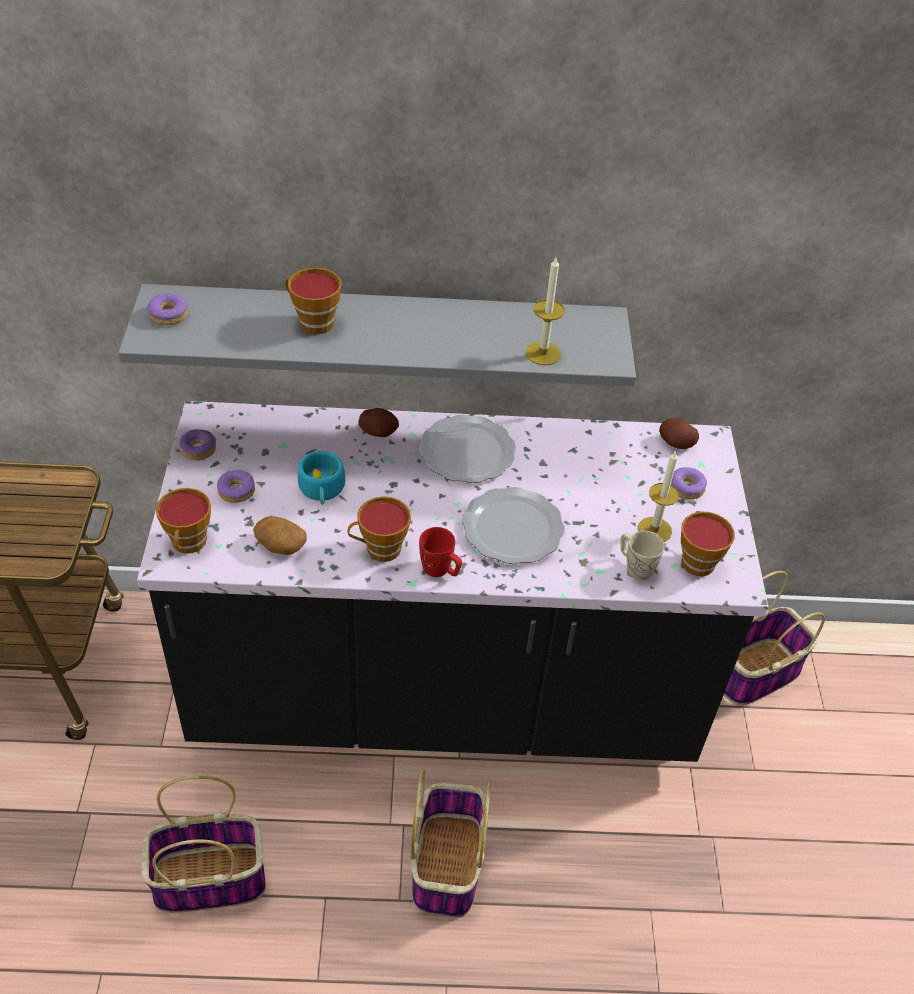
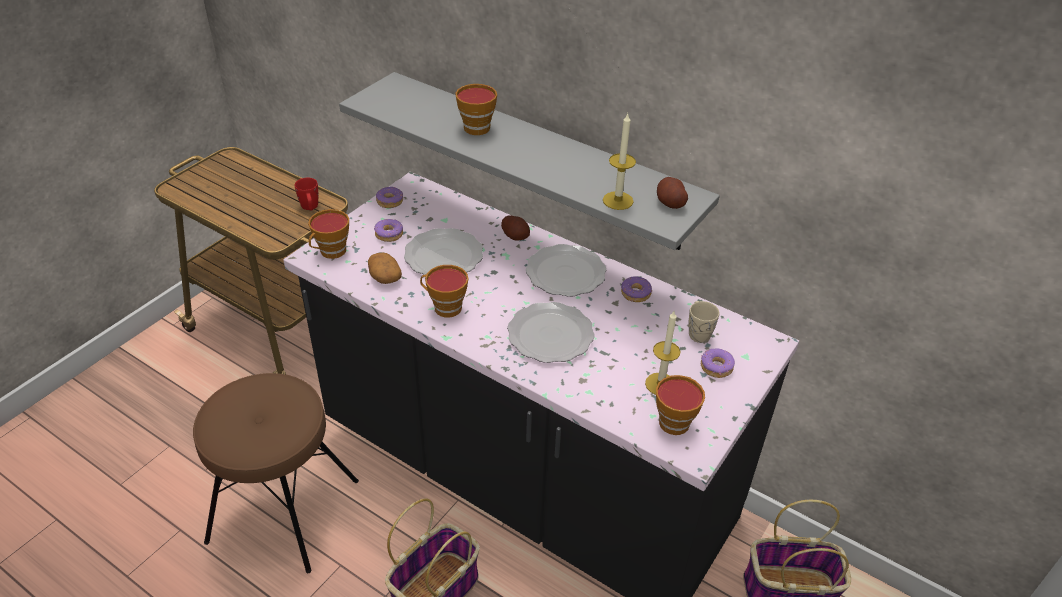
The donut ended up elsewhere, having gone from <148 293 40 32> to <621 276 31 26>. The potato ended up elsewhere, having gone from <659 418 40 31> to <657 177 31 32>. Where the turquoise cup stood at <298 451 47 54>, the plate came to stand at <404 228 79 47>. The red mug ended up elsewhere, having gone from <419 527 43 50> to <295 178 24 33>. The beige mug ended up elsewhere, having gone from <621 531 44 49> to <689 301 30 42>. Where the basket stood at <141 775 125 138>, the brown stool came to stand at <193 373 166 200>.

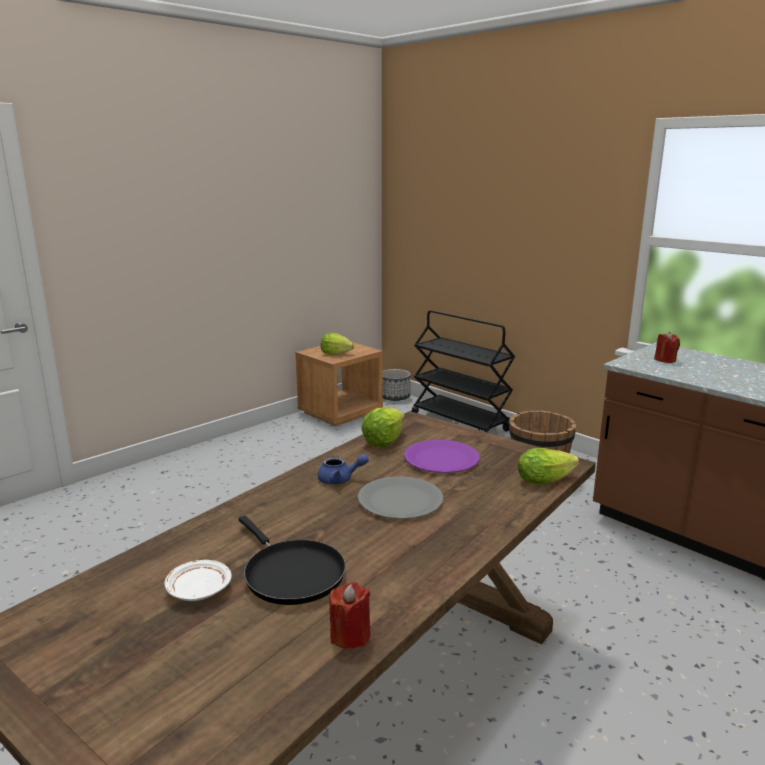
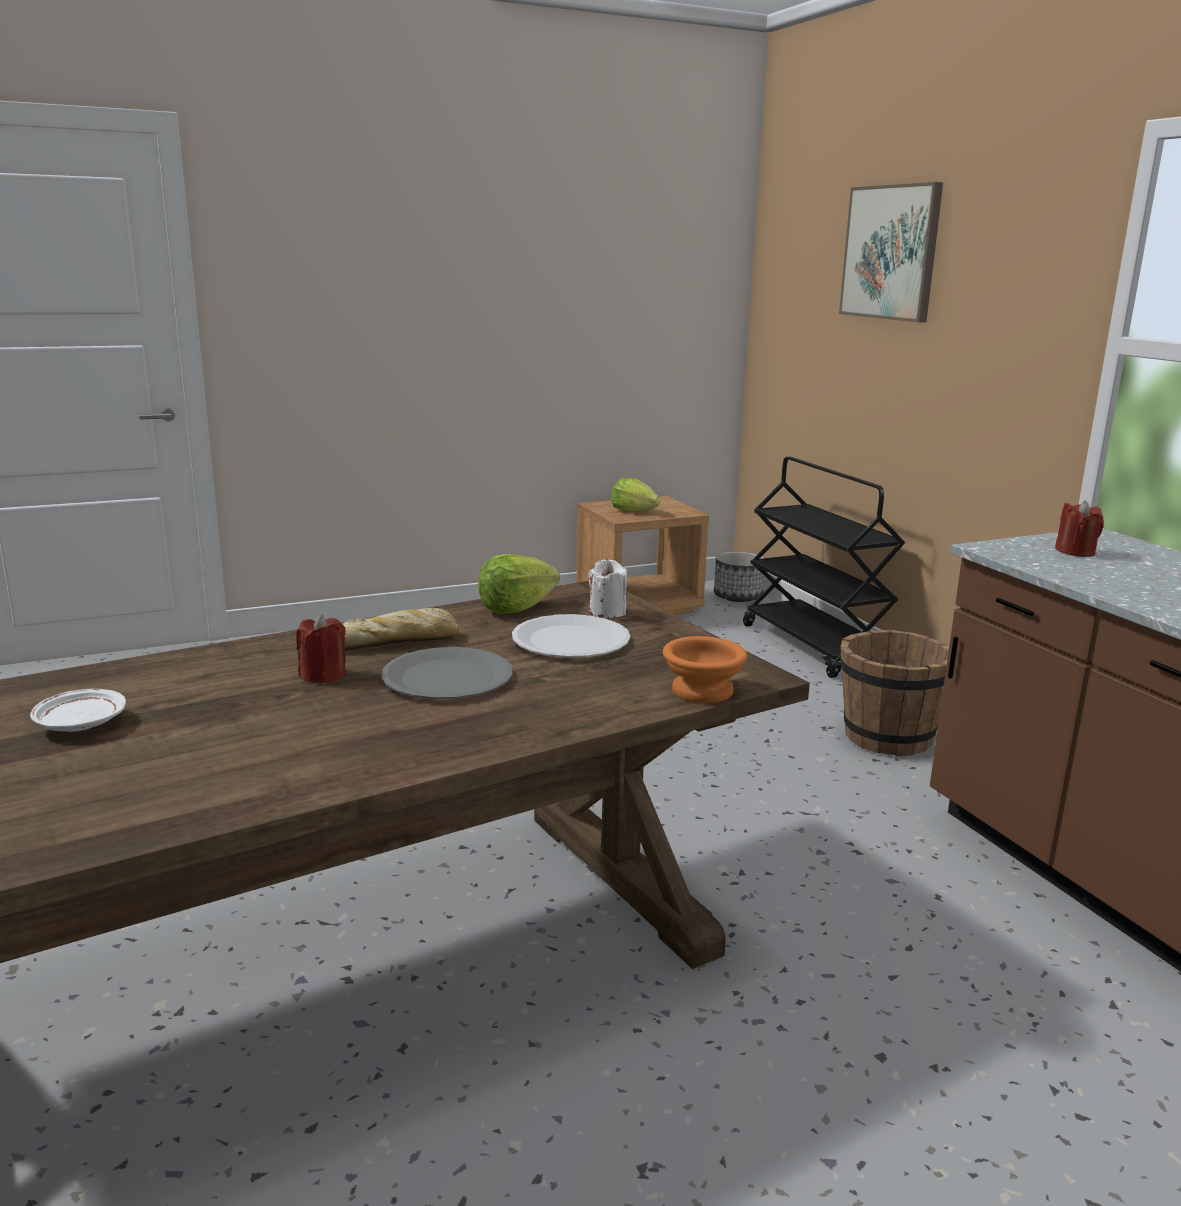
What was the purple plate at <404 440 75 33> turned into the white plate at <512 614 118 44>. Where the lettuce stood at <518 448 61 36>, the orange bowl came to stand at <663 636 84 67>. Where the blue teapot stood at <318 454 51 31>, the bread came to stand at <342 608 117 42>. The second view lost the black frying pan at <239 516 107 89>. The red candle ended up elsewhere, having gone from <329 582 41 67> to <296 614 50 69>. The second view gained the picture at <839 182 104 140>. The second view gained the white candle at <589 559 38 59>.

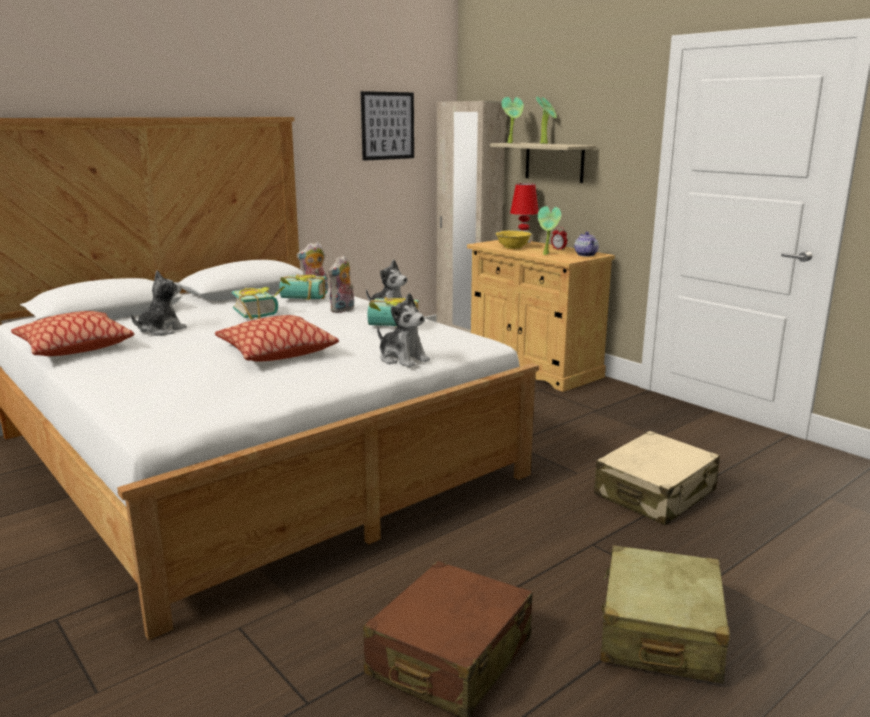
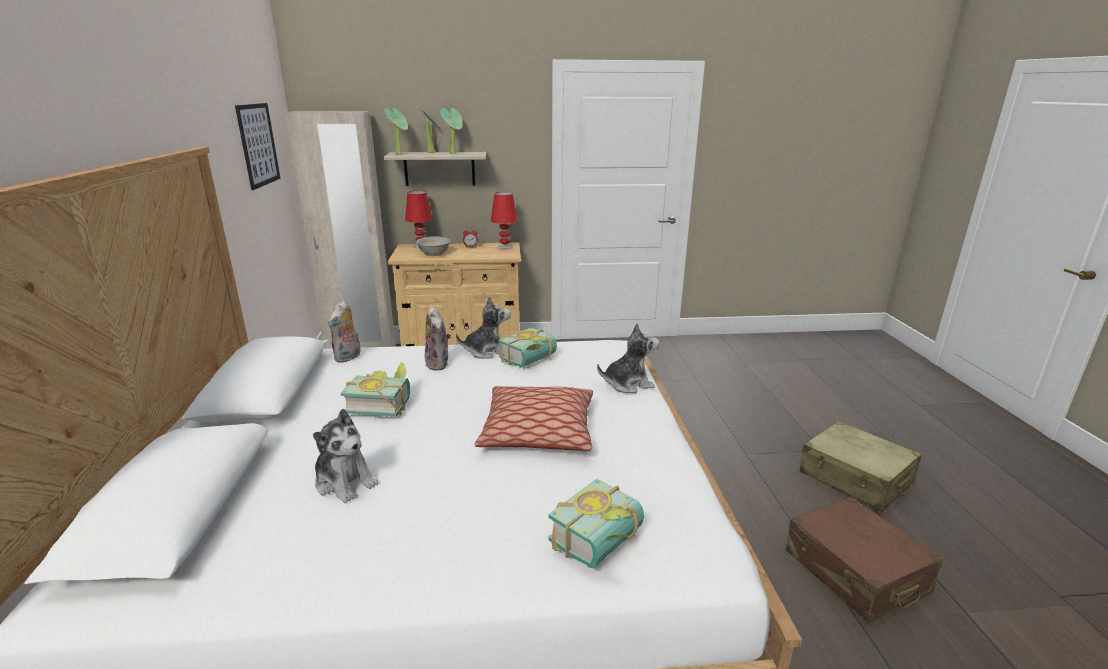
The potted plant ended up elsewhere, having gone from <537 206 24 49> to <440 108 23 46>. What was the yellow bowl at <496 230 36 19> turned into the white bowl at <416 236 35 20>. Where the teapot stood at <574 232 25 24>, the red table lamp came to stand at <491 192 27 58>. The plush toy at <131 270 56 66> ended up facing another way, 150 degrees clockwise from before. The book ended up elsewhere, having gone from <279 274 48 26> to <548 479 96 89>. The second view lost the pillow at <11 311 124 45>. The second view lost the beige suitcase at <594 431 126 94>.

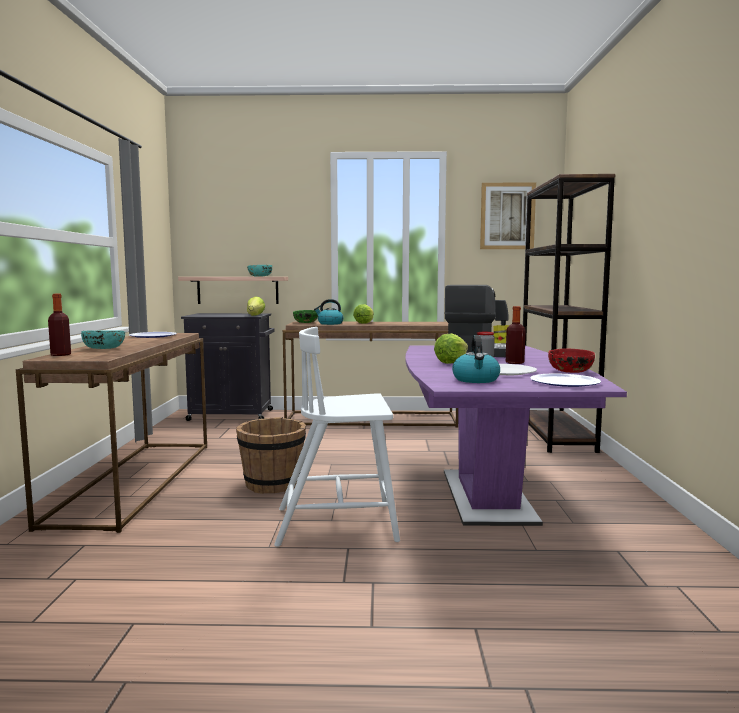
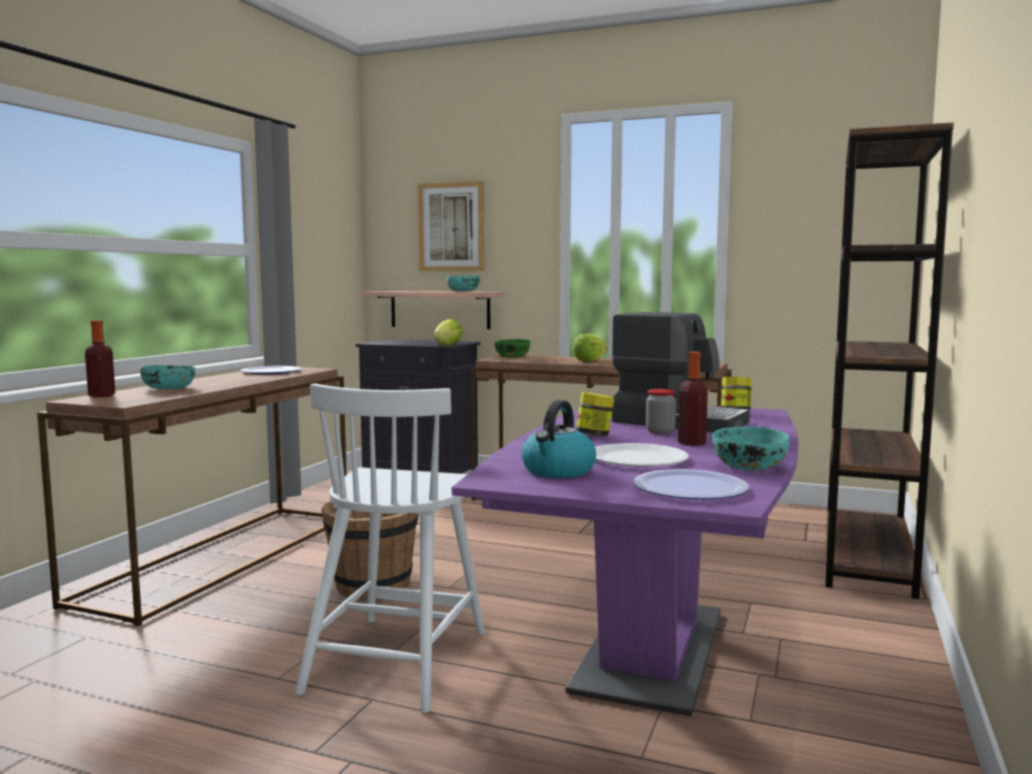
The picture ended up elsewhere, having gone from <480 182 56 67> to <418 181 67 90>. The second view lost the kettle at <314 299 30 26>. The white chair at <274 327 126 220> ended up facing another way, 90 degrees counterclockwise from before. Where the lettuce stood at <434 333 34 31>, the jar came to stand at <576 392 38 44>. What was the red bowl at <548 348 47 25> turned into the turquoise bowl at <712 426 77 44>.

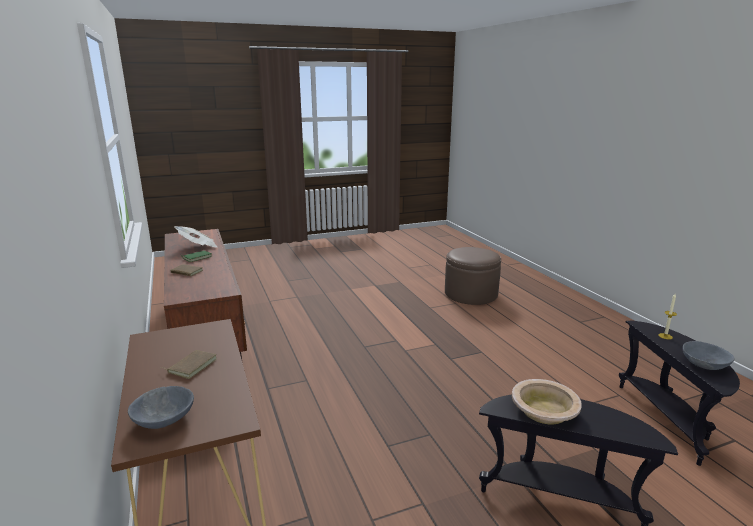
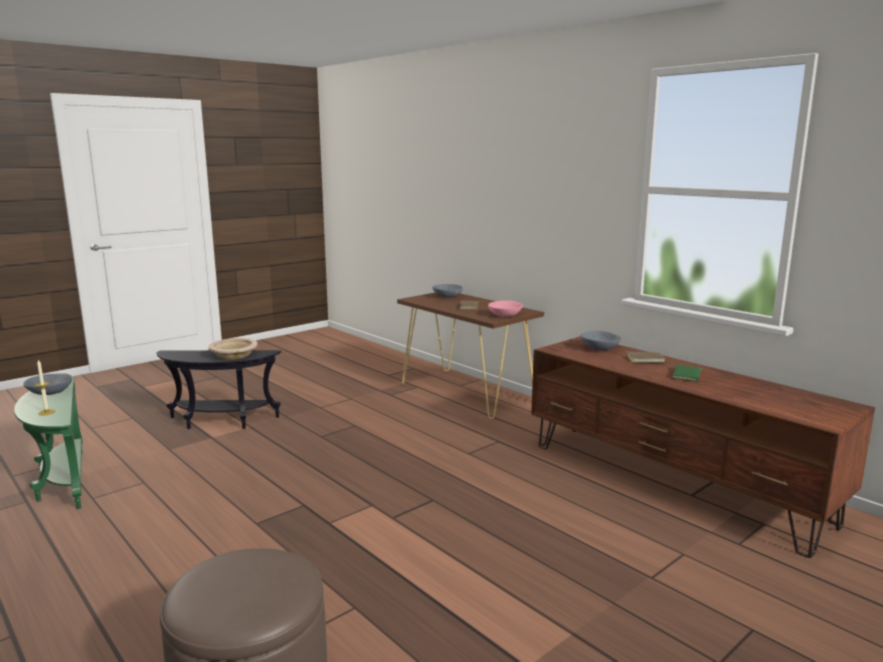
The second view lost the newspaper at <174 226 43 21>. What was the black side table at <619 320 121 146> turned into the green side table at <14 377 69 132>. The second view gained the pink bowl at <488 300 35 17>. The second view gained the grey bowl at <580 331 41 19>.

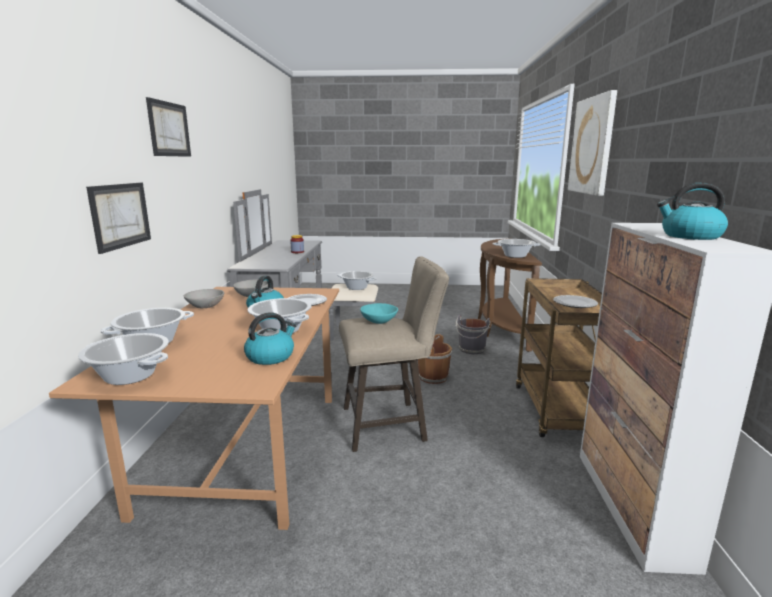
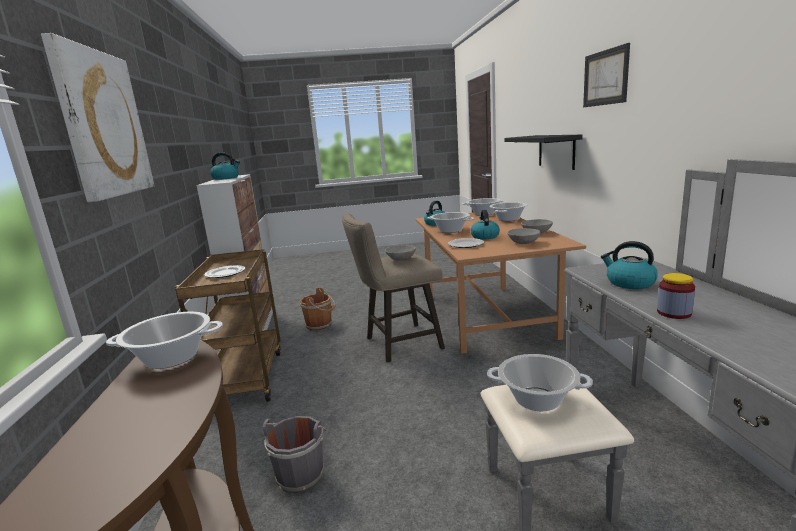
Where the picture hung at <86 183 65 71>, the black shelf came to hang at <504 135 79 35>. What was the turquoise bowl at <360 303 38 21> turned into the grey bowl at <385 245 31 16>. The brown bucket ended up elsewhere, having gone from <418 334 34 50> to <300 287 36 44>. The second view gained the kettle at <601 241 57 48>.

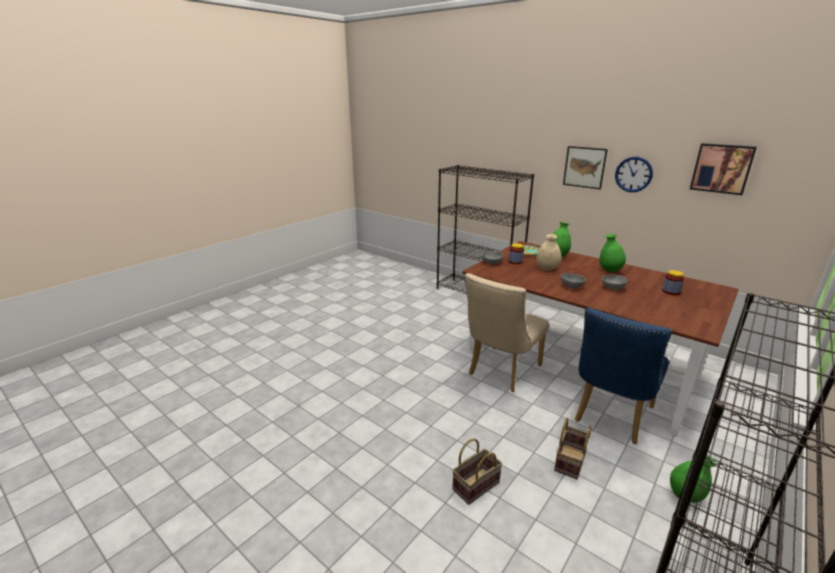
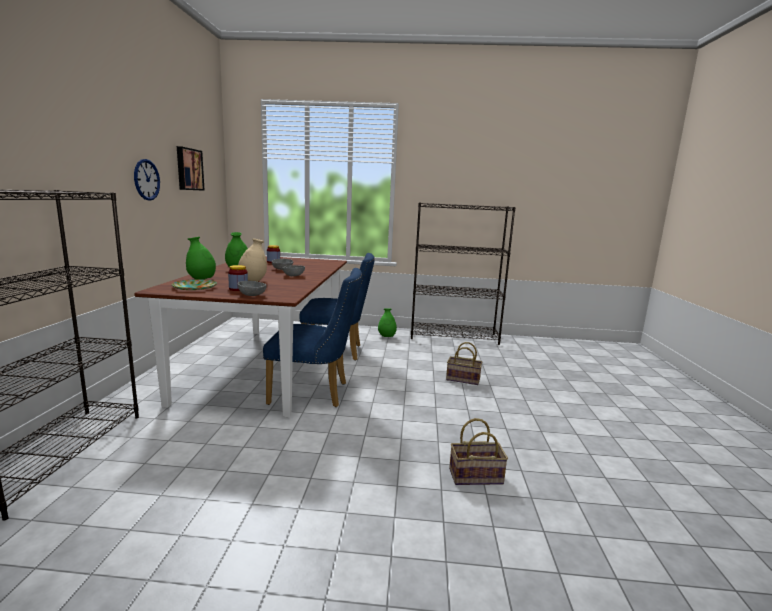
The second view lost the picture at <563 146 45 43>. What was the beige chair at <465 273 84 119> turned into the blue chair at <263 268 99 139>. The basket ended up elsewhere, having gone from <554 417 38 63> to <449 418 59 67>.

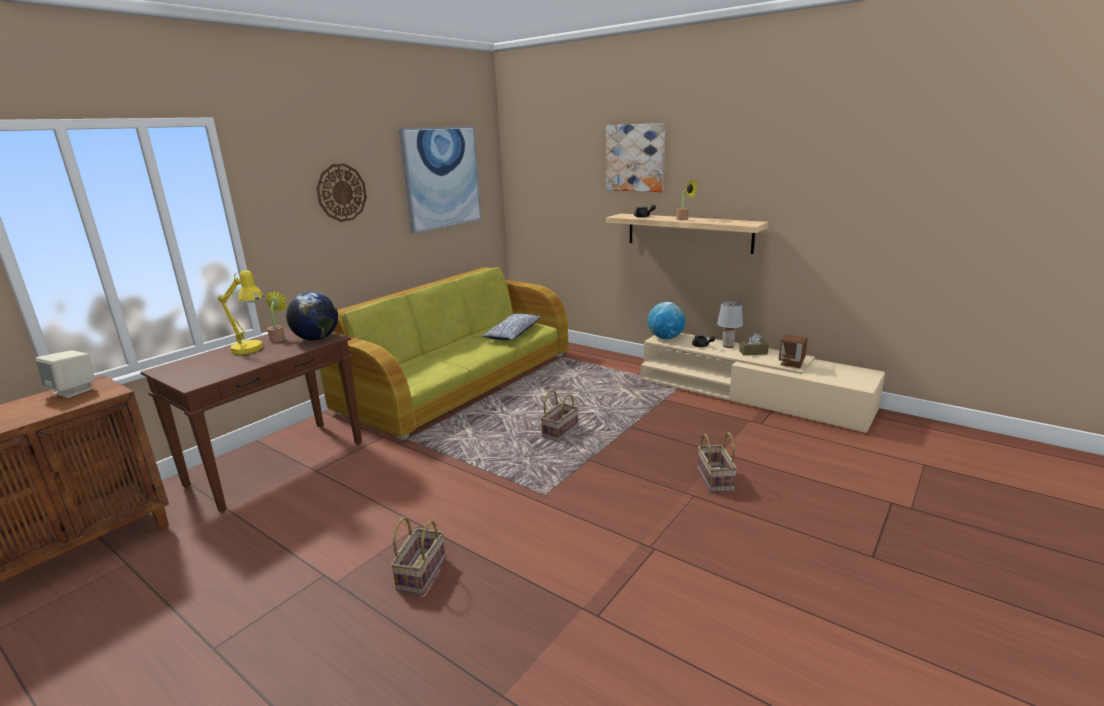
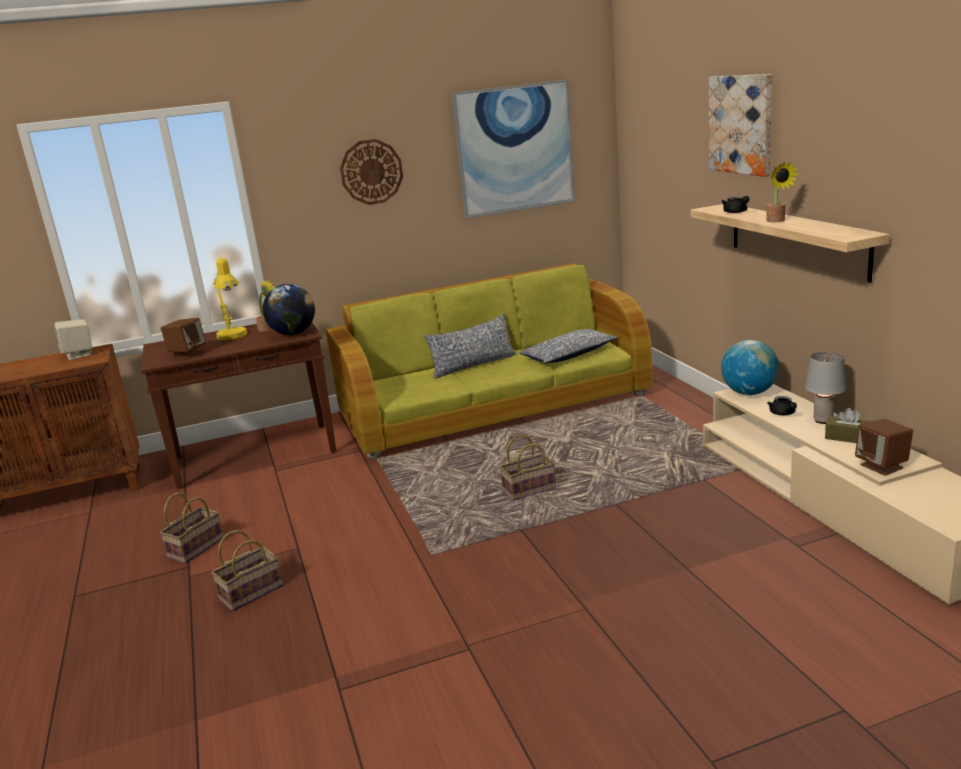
The basket ended up elsewhere, having gone from <698 432 39 61> to <160 493 64 71>. The second view gained the pillow at <424 313 93 66>. The second view gained the brown speaker at <161 318 45 41>.

